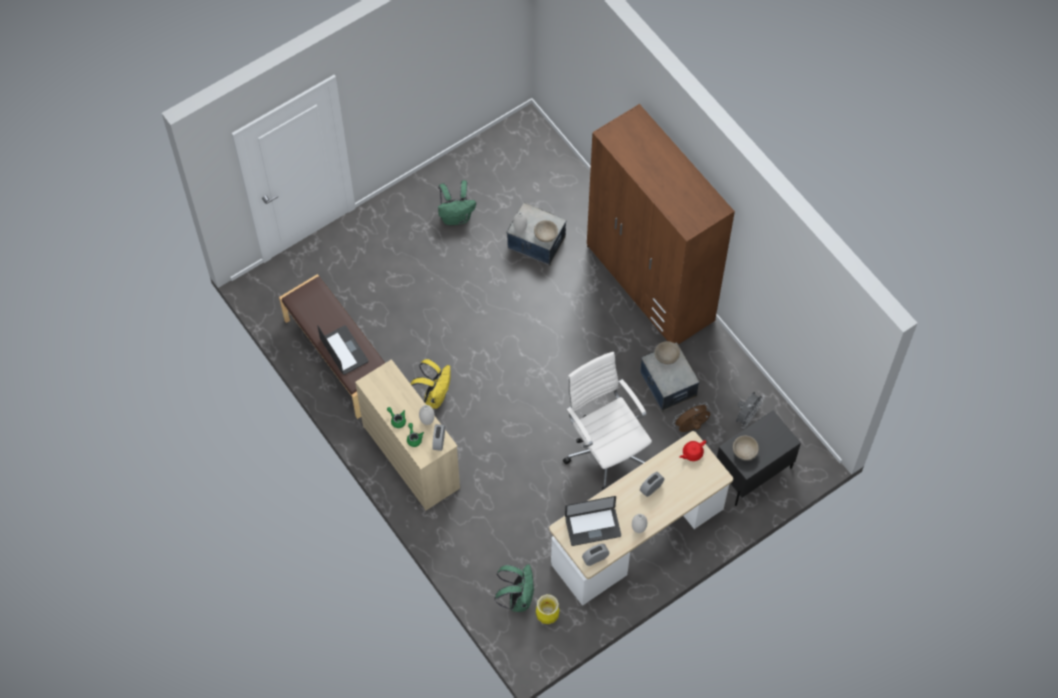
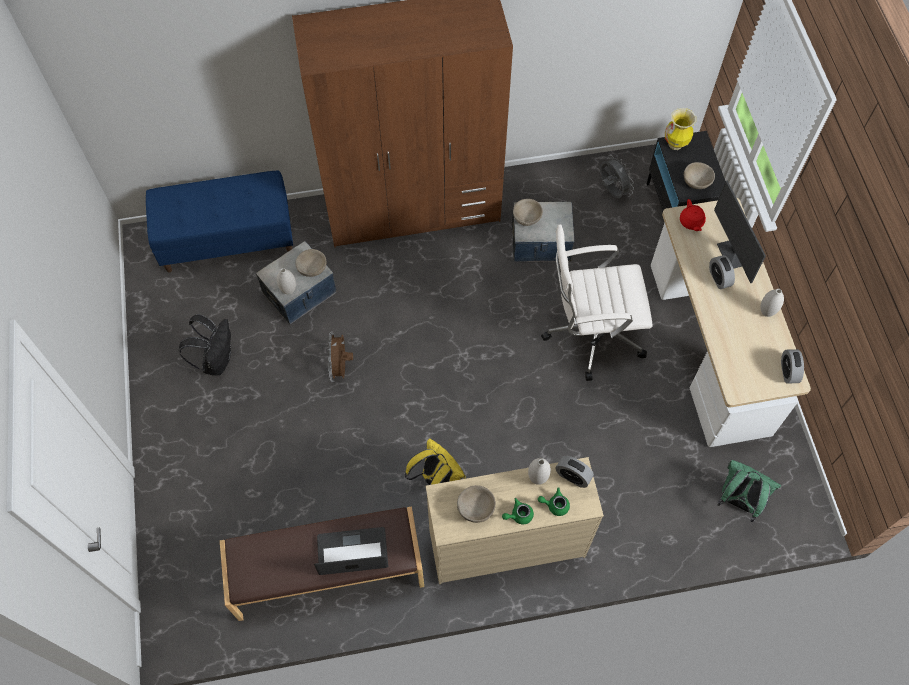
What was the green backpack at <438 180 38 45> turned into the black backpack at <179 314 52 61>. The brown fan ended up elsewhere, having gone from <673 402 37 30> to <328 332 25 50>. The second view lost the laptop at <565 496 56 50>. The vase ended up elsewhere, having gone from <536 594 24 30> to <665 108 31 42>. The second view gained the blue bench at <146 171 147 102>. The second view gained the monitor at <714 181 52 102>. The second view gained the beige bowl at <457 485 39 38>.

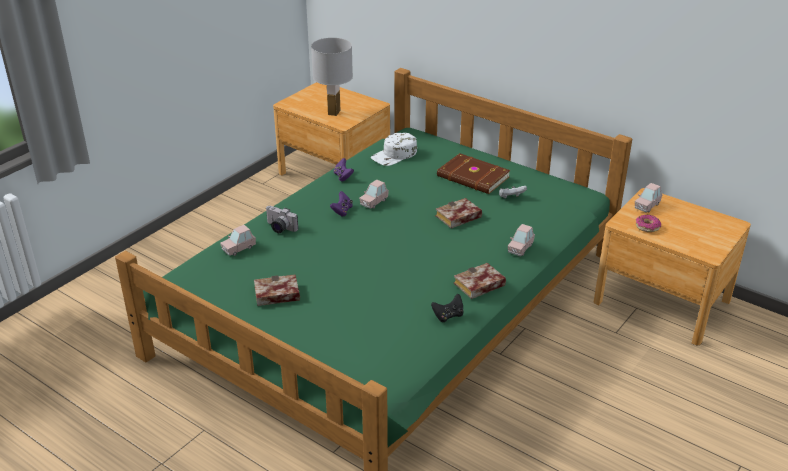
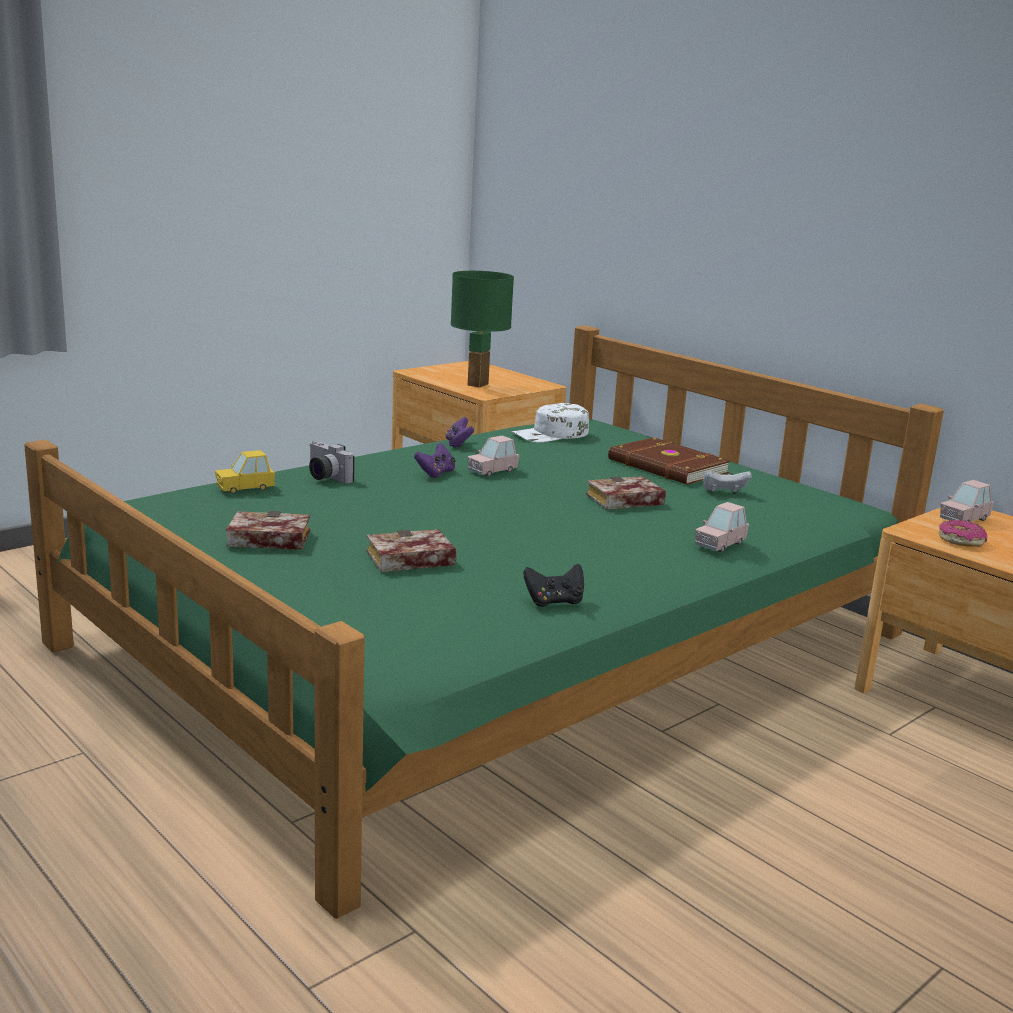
What was the white table lamp at <311 38 42 78> turned into the green table lamp at <451 271 63 117>. What was the pink toy car at <220 225 36 31> turned into the yellow toy car at <215 450 60 44>. The book ended up elsewhere, having gone from <454 263 52 36> to <366 529 91 43>.

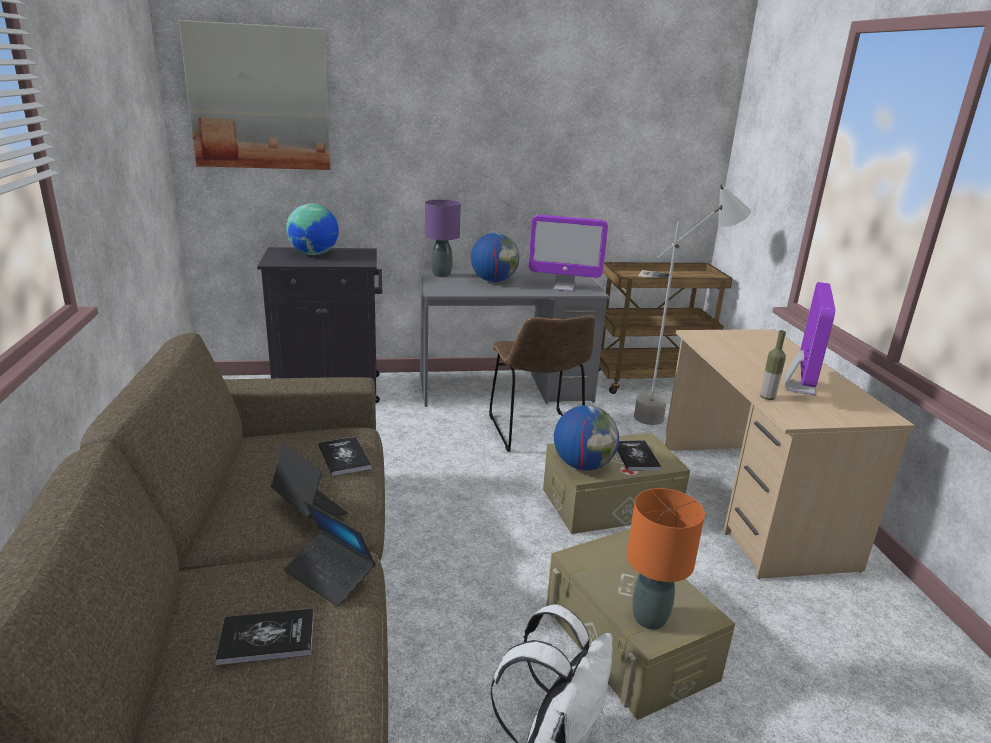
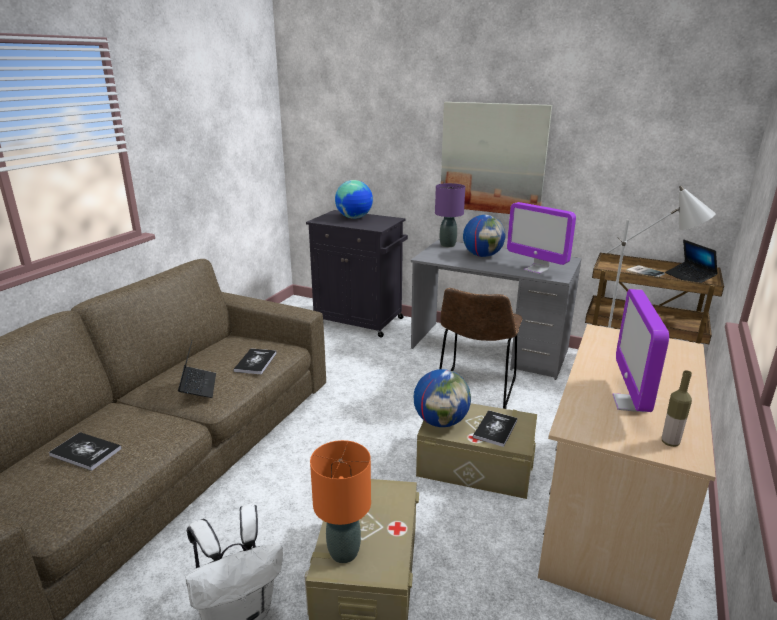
The picture ended up elsewhere, having gone from <178 20 153 150> to <441 102 111 112>. The monitor at <785 282 50 114> ended up facing another way, 135 degrees clockwise from before. The bottle ended up elsewhere, having gone from <760 330 26 70> to <662 370 30 77>. The laptop ended up elsewhere, having gone from <284 501 92 105> to <665 240 53 43>.

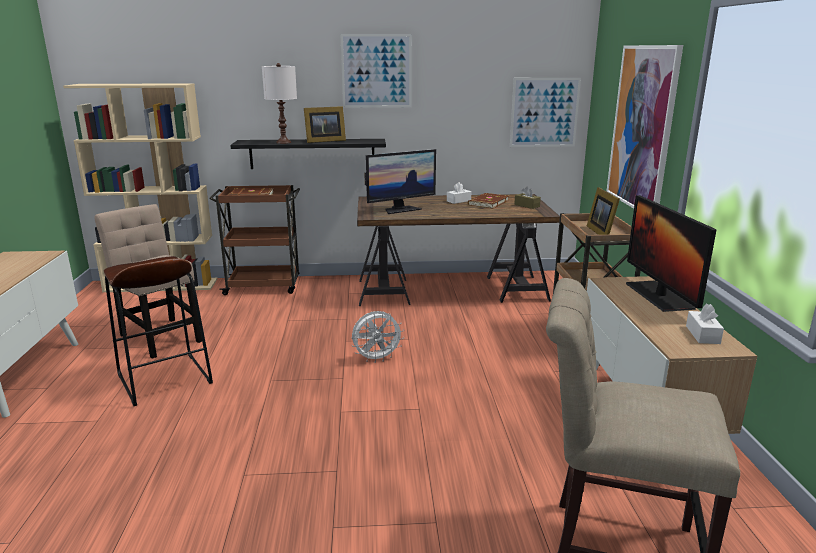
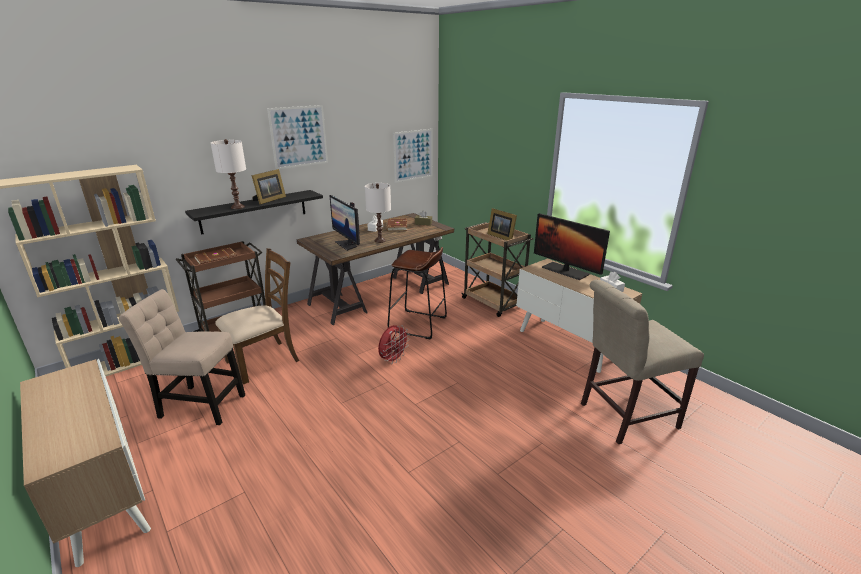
The second view lost the picture at <607 45 76 164>. The monitor at <365 149 71 65> ended up facing another way, 120 degrees clockwise from before. The brown stool ended up elsewhere, having gone from <104 256 109 150> to <388 247 59 93>. What was the white fan at <351 311 53 52> turned into the red fan at <378 325 32 39>. The second view gained the white table lamp at <365 183 26 60>. The second view gained the brown chair at <215 248 84 137>.

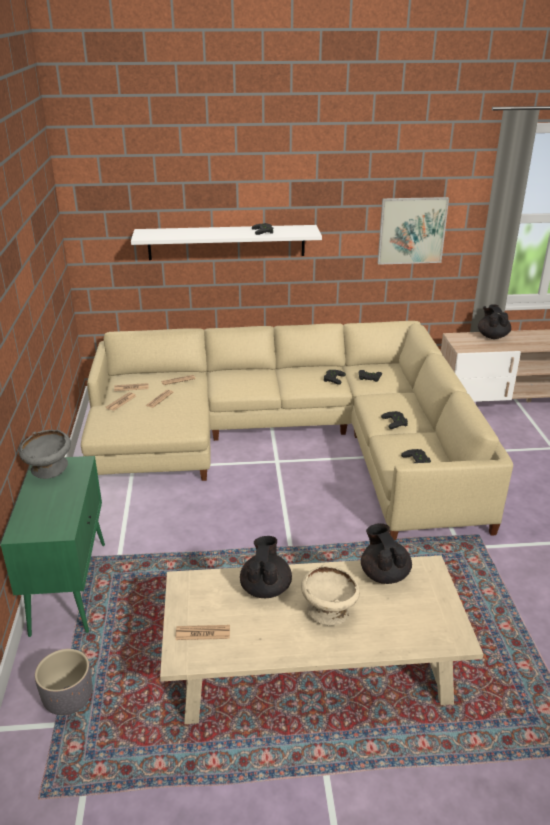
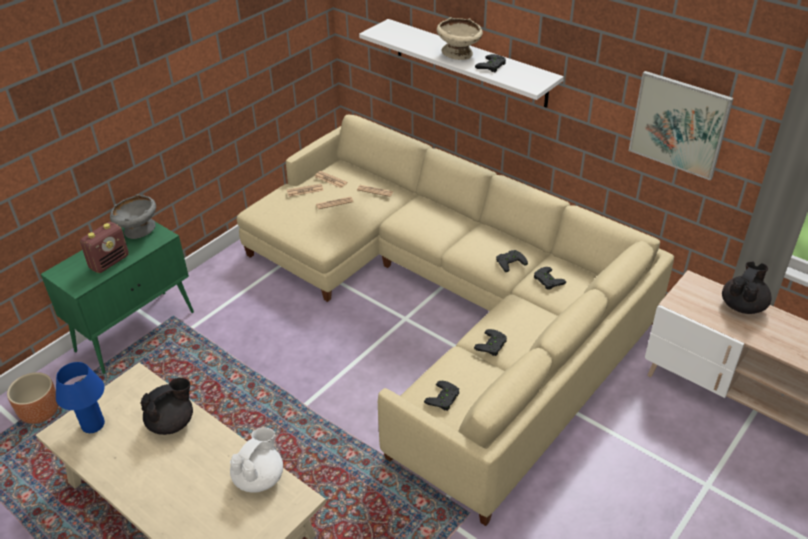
What was the black teapot at <361 523 51 61> turned into the white teapot at <230 428 53 65>. The beige bowl ended up elsewhere, having gone from <301 565 59 61> to <437 18 46 42>. Where the newspaper stood at <175 625 55 15>, the blue table lamp came to stand at <56 362 49 71>. What was the grey planter at <35 649 57 66> turned into the brown planter at <7 372 52 52>. The second view gained the radio at <80 222 49 51>.

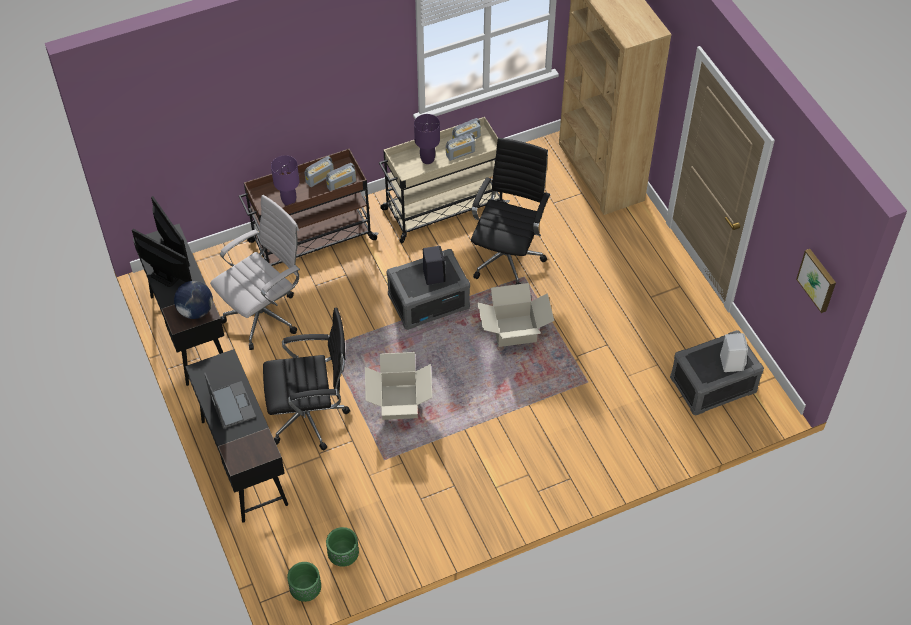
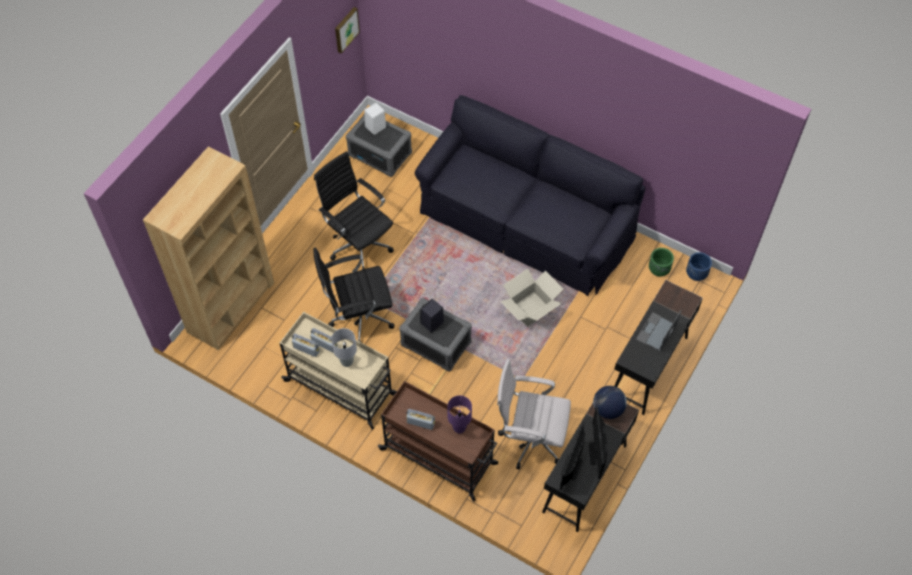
What was the purple table lamp at <414 114 26 50> turned into the grey table lamp at <331 328 26 39>. The second view lost the radio at <326 163 30 28>. The second view lost the cardboard box at <477 283 77 64>. The black office chair ended up elsewhere, having gone from <263 308 87 142> to <314 151 80 119>. What was the green planter at <287 562 34 40> turned into the blue planter at <686 252 26 29>. The second view gained the black sofa at <415 95 230 201>.

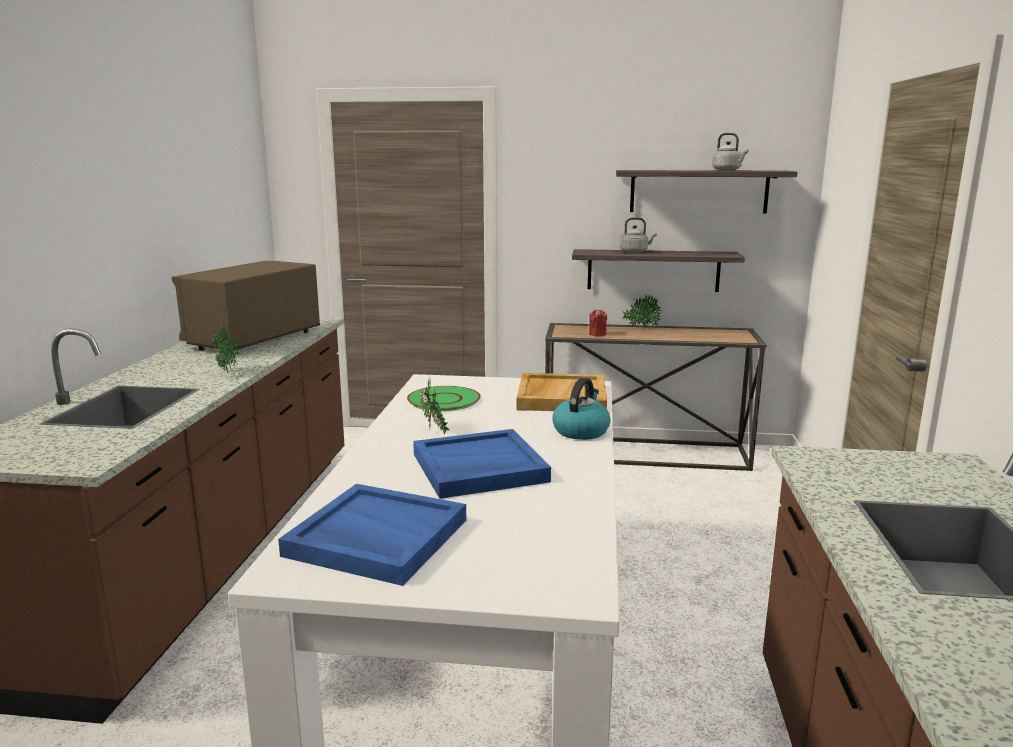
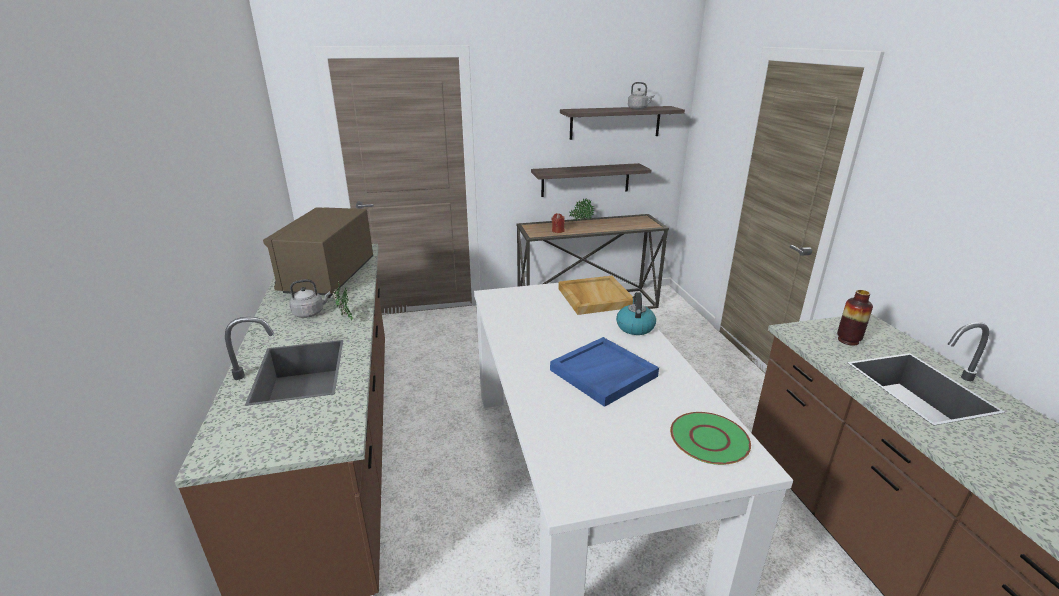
The grey kettle ended up elsewhere, having gone from <620 217 37 36> to <289 279 42 39>. The second view lost the potted plant at <419 377 31 57>. The green plate ended up elsewhere, having gone from <407 386 74 25> to <670 412 81 53>. The second view lost the blue tray at <278 484 188 102>. The second view gained the vase at <837 290 36 56>.

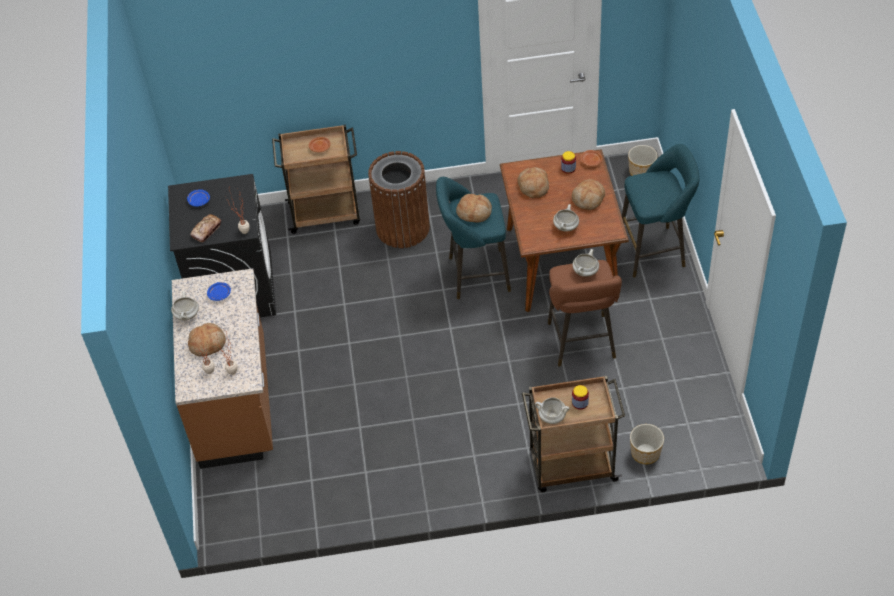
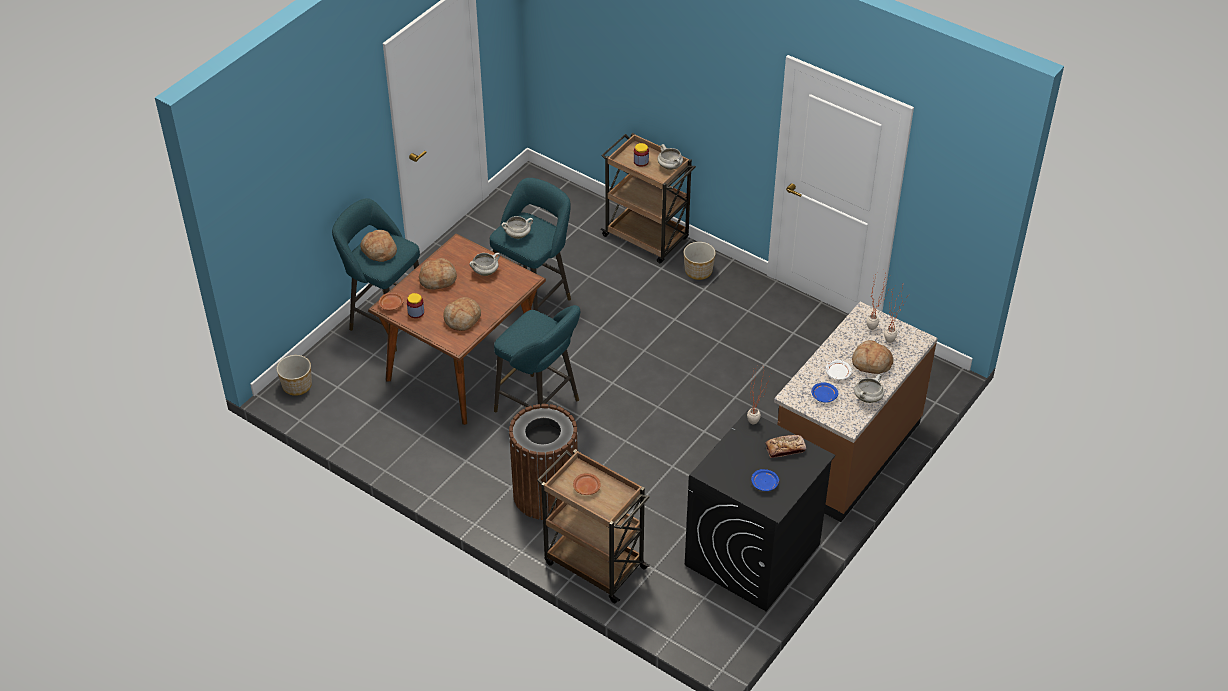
The bread ended up elsewhere, having gone from <456 194 36 28> to <360 230 37 32>. What was the brown stool at <548 260 74 107> turned into the turquoise stool at <490 178 81 133>. The planter ended up elsewhere, having gone from <630 424 34 40> to <684 242 32 38>. The second view gained the white plate at <826 360 26 20>.

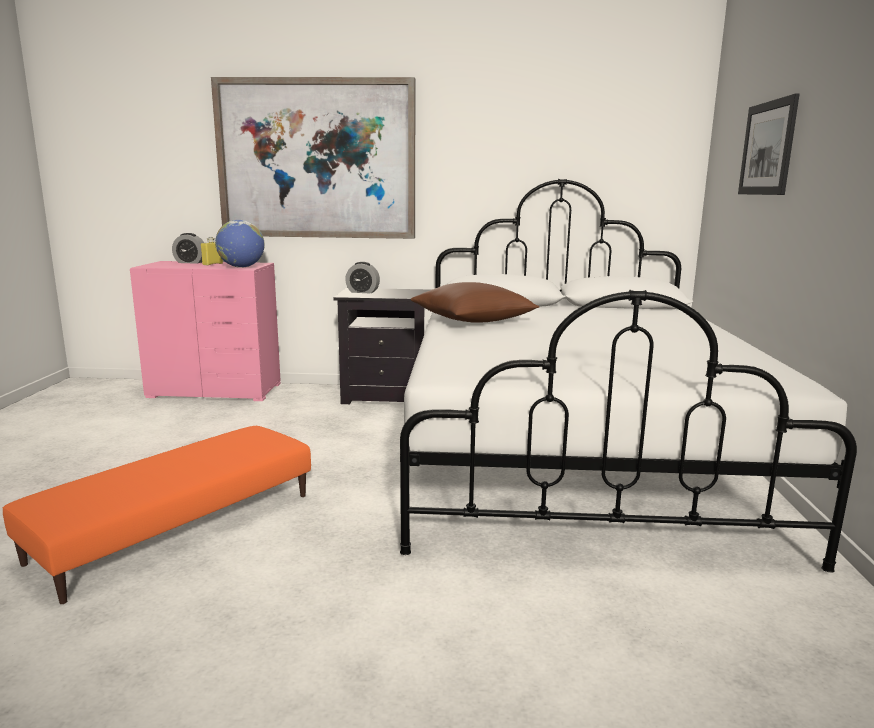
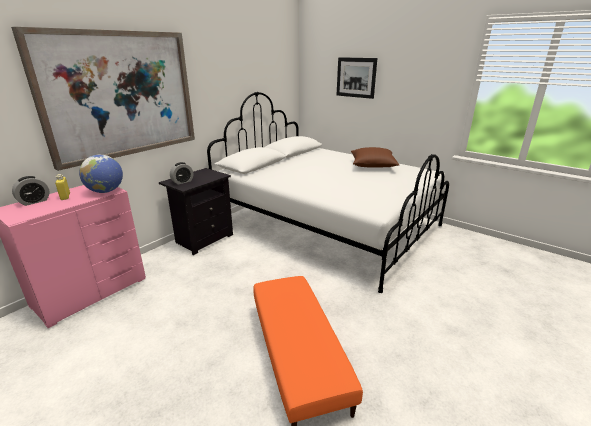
The brown pillow ended up elsewhere, having gone from <411 282 129 41> to <351 147 48 21>.

